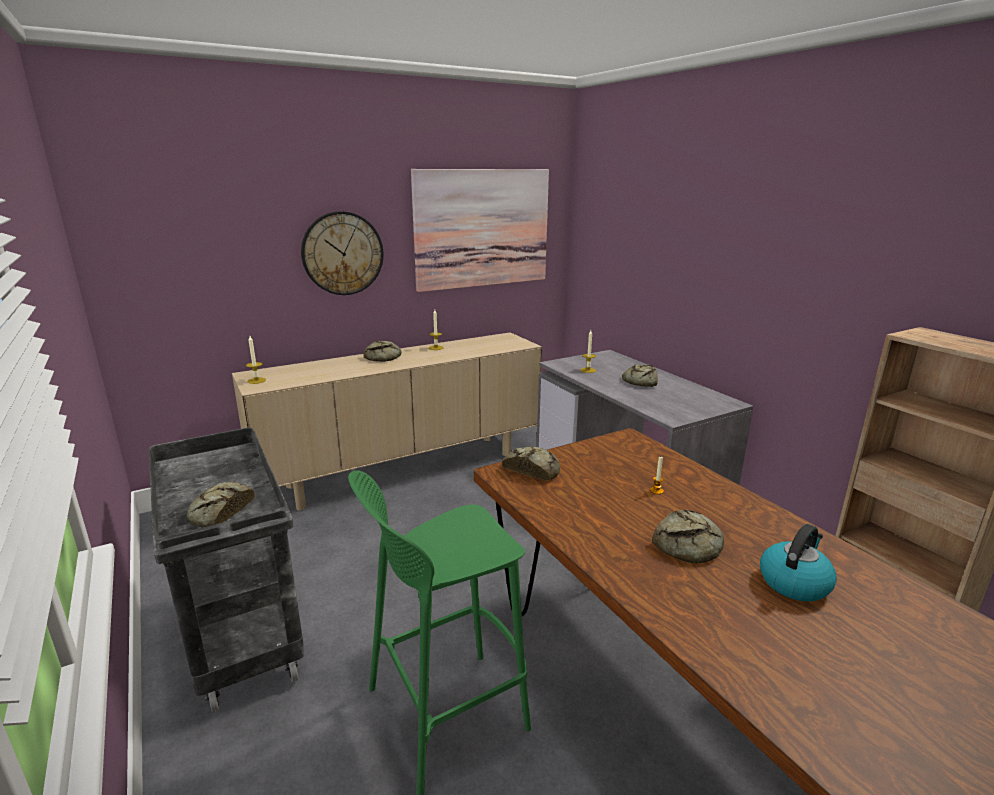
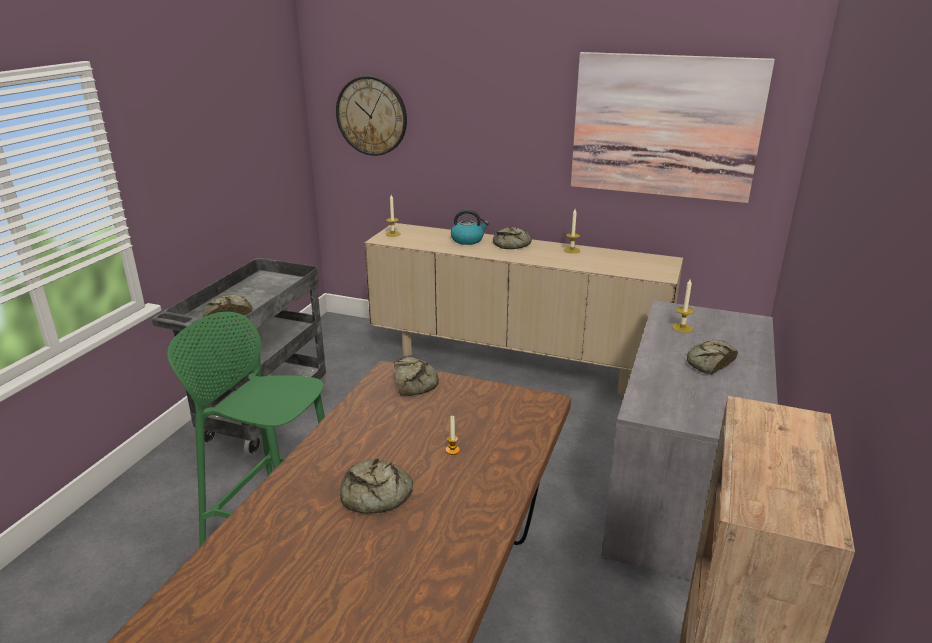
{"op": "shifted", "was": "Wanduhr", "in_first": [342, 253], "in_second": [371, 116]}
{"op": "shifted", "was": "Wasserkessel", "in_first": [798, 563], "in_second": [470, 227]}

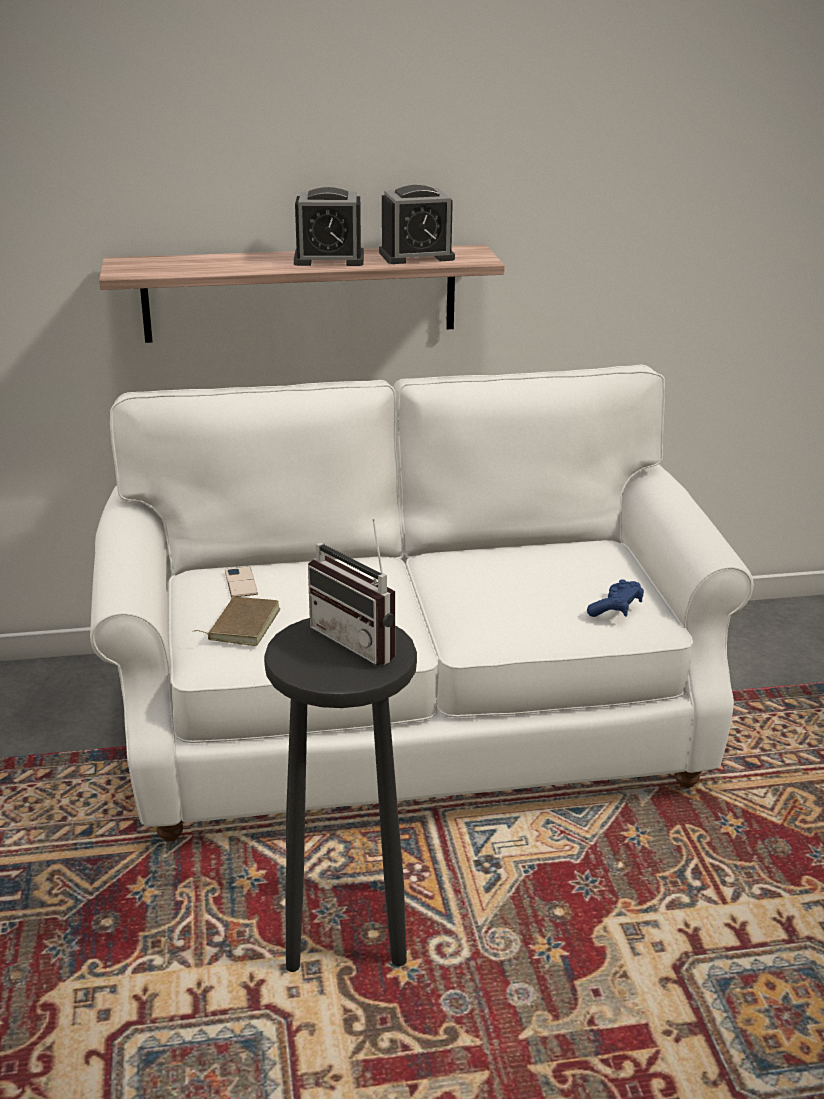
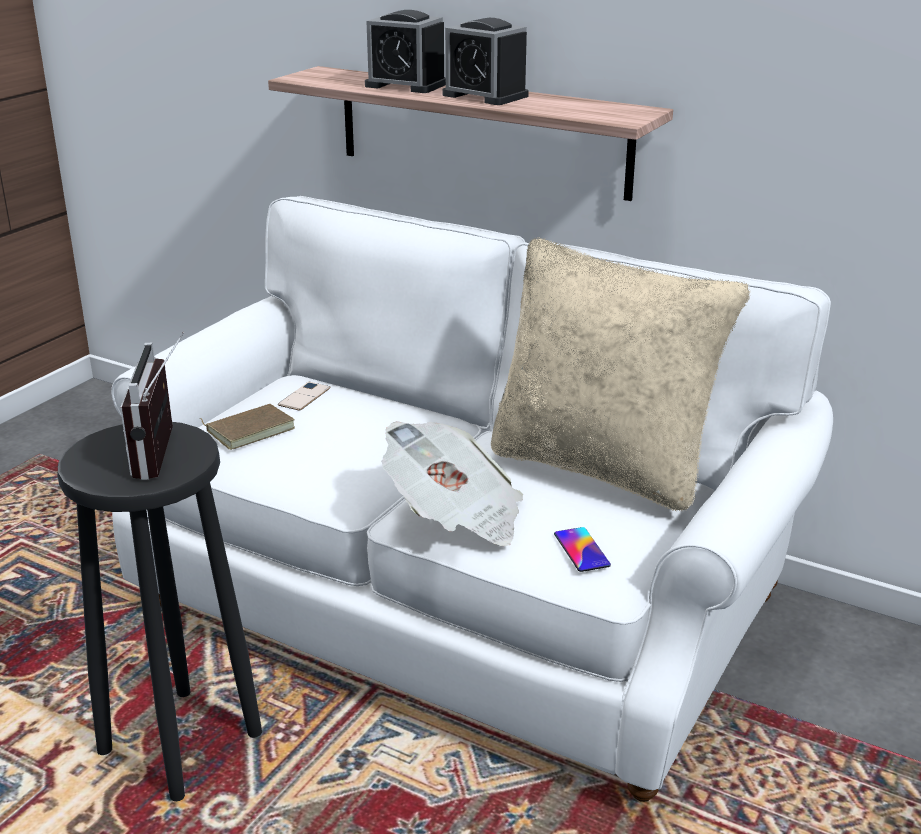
{"op": "shifted", "was": "Wecker", "in_first": [417, 224], "in_second": [405, 51]}
{"op": "swapped", "was": "Gamepad (blau)", "now": "Handy", "in_first": [615, 598], "in_second": [582, 549]}
{"op": "new", "now": "Kissen (beige)", "in_second": [621, 374]}
{"op": "new", "now": "Zeitung", "in_second": [452, 483]}

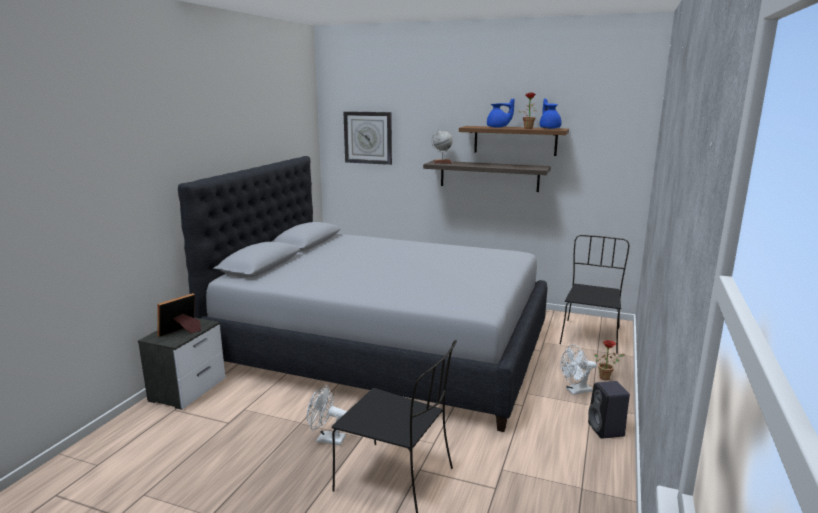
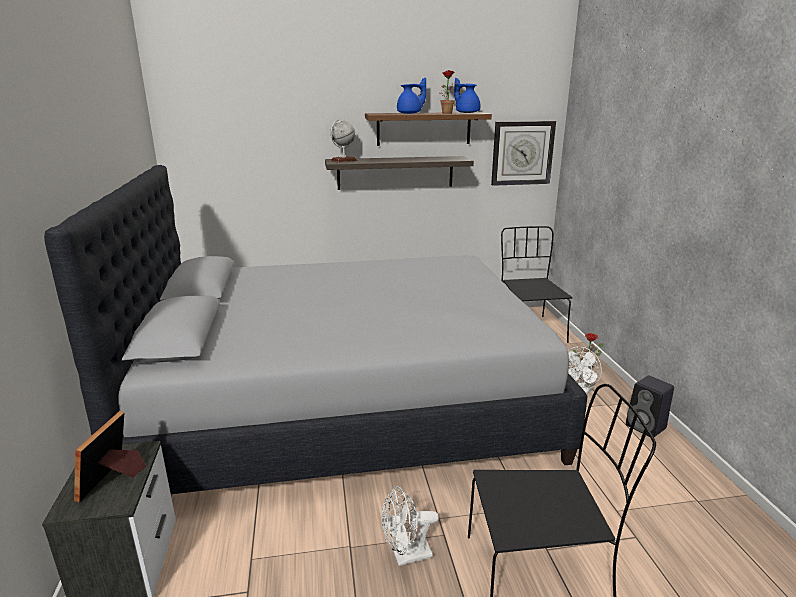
{"op": "shifted", "was": "Wanduhr", "in_first": [367, 138], "in_second": [523, 153]}

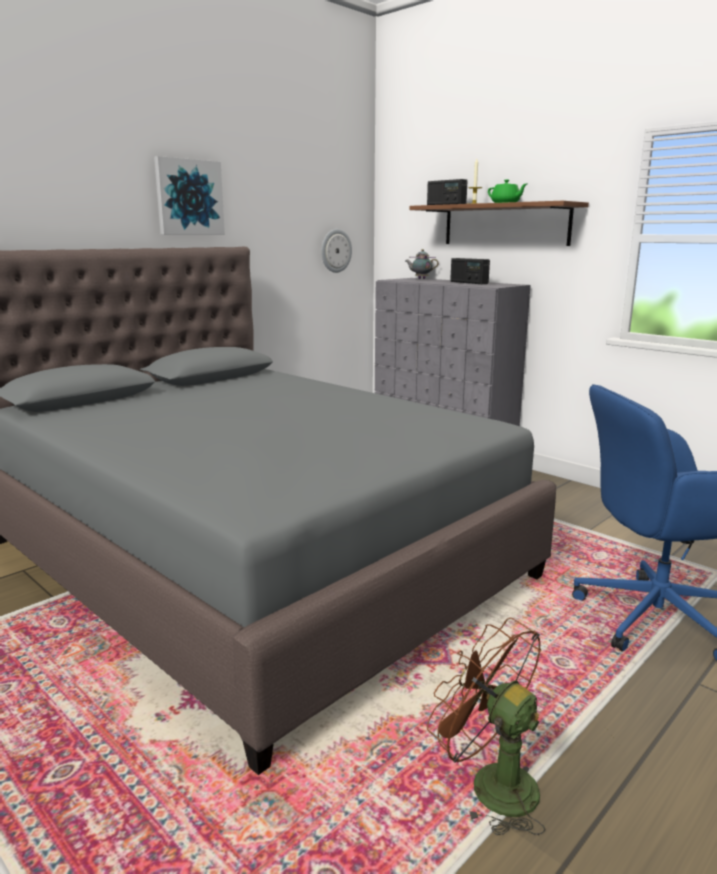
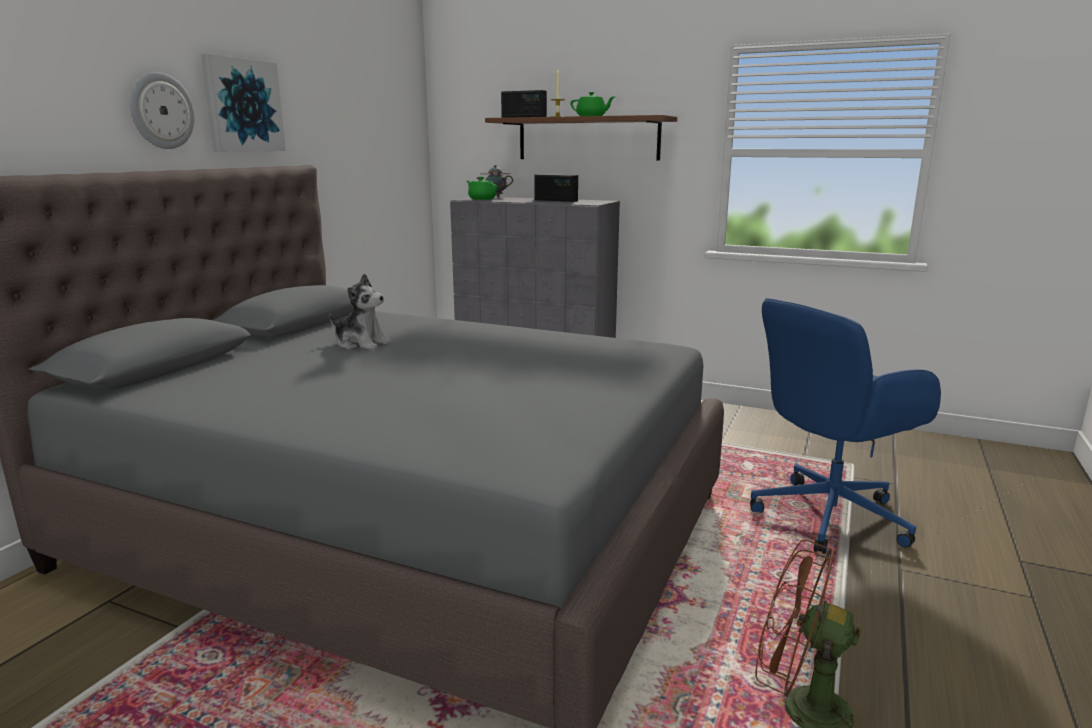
{"op": "shifted", "was": "Wanduhr", "in_first": [336, 251], "in_second": [162, 110]}
{"op": "new", "now": "Teekanne (grün)", "in_second": [482, 188]}
{"op": "new", "now": "Plüschtier", "in_second": [360, 311]}

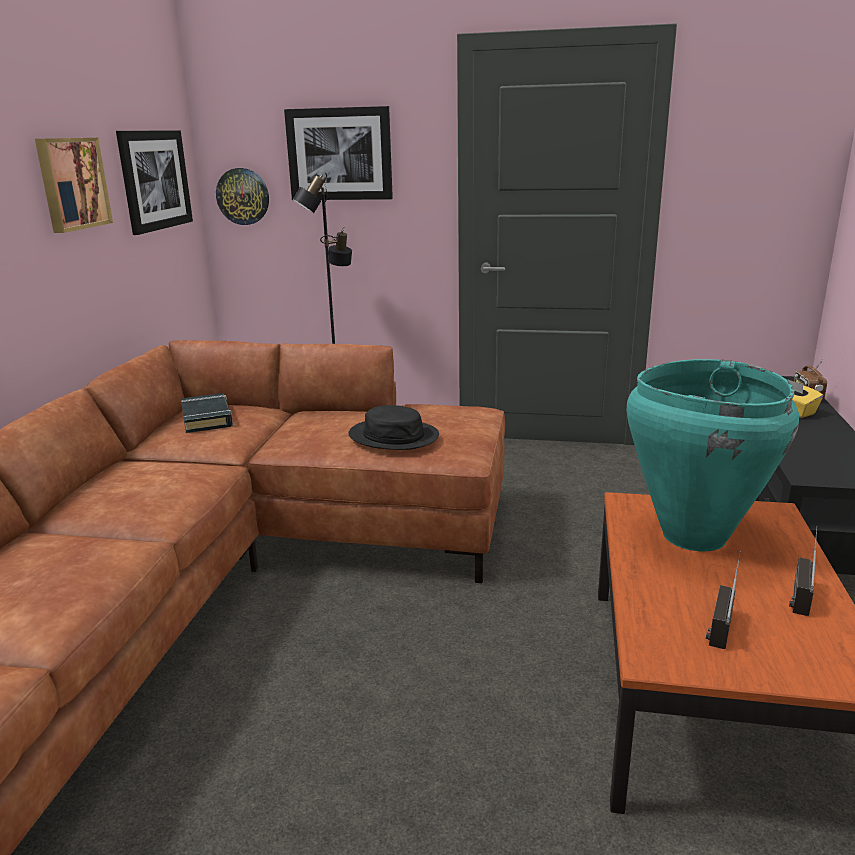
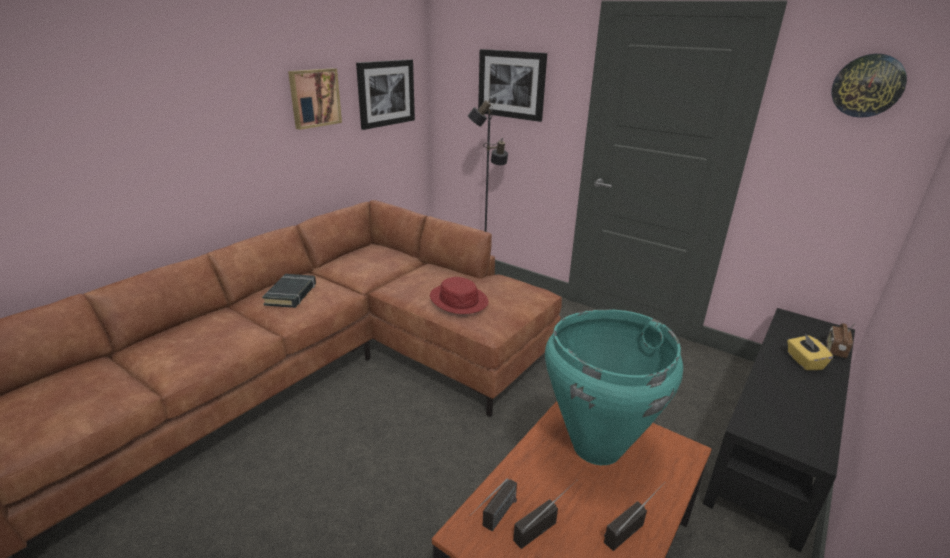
{"op": "shifted", "was": "Wanduhr", "in_first": [242, 196], "in_second": [869, 86]}
{"op": "shifted", "was": "Buch (schwarz)", "in_first": [207, 413], "in_second": [289, 291]}
{"op": "repainted", "was": "Hut (schwarz)", "now": "Hut (rot)", "in_first": [393, 427], "in_second": [459, 295]}
{"op": "new", "now": "Radio", "in_second": [493, 505]}

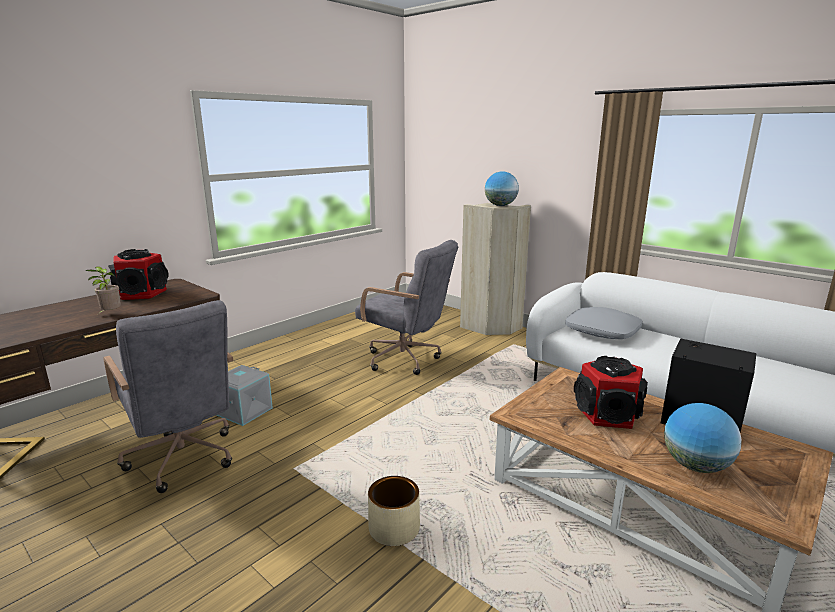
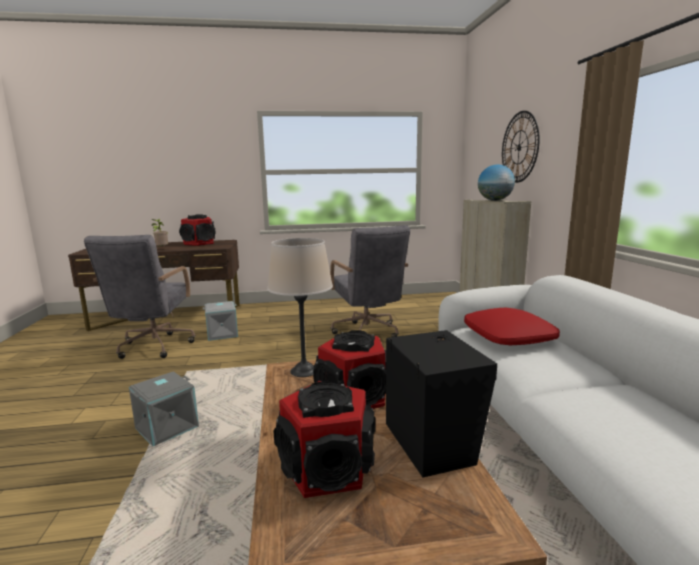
{"op": "repainted", "was": "Kissen (grau)", "now": "Kissen (rot)", "in_first": [603, 323], "in_second": [512, 326]}
{"op": "swapped", "was": "Globus", "now": "Lautsprecher", "in_first": [703, 438], "in_second": [325, 439]}
{"op": "swapped", "was": "Pflanzkübel (beige)", "now": "Aufbewahrungsbox (grau)", "in_first": [394, 511], "in_second": [164, 408]}
{"op": "new", "now": "Wanduhr", "in_second": [521, 147]}
{"op": "new", "now": "Tischlampe (beige)", "in_second": [300, 307]}

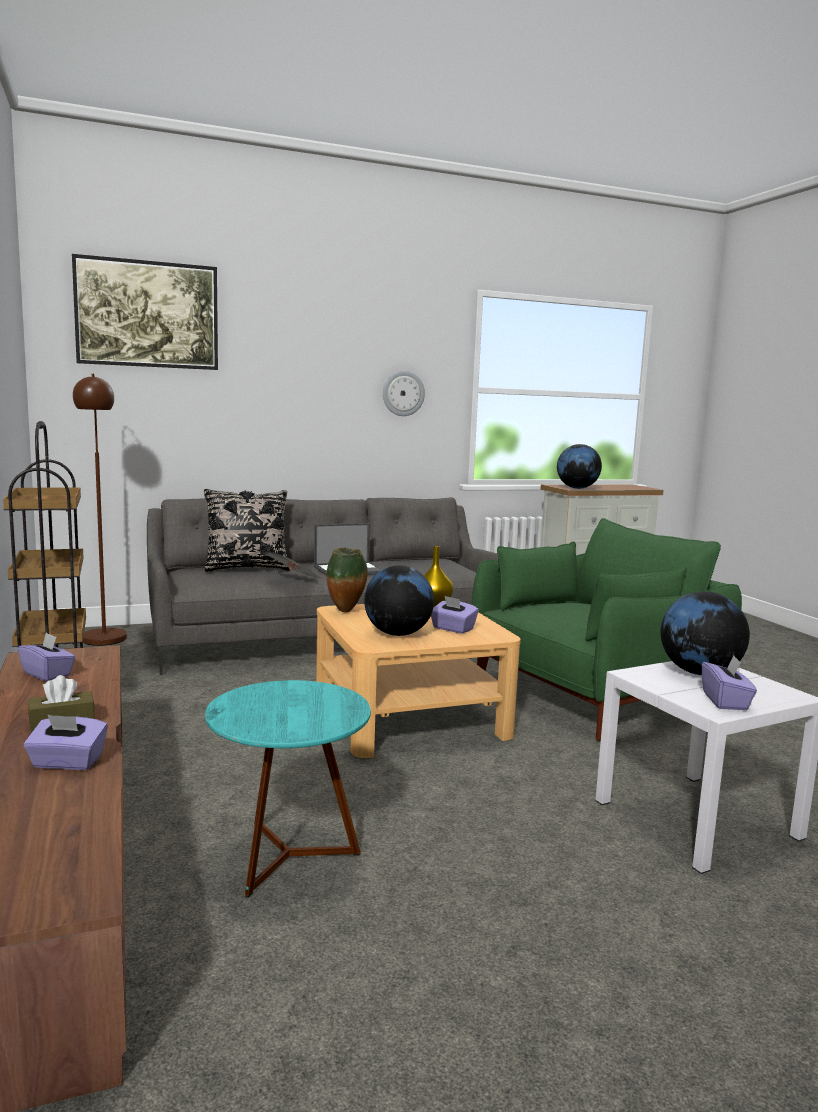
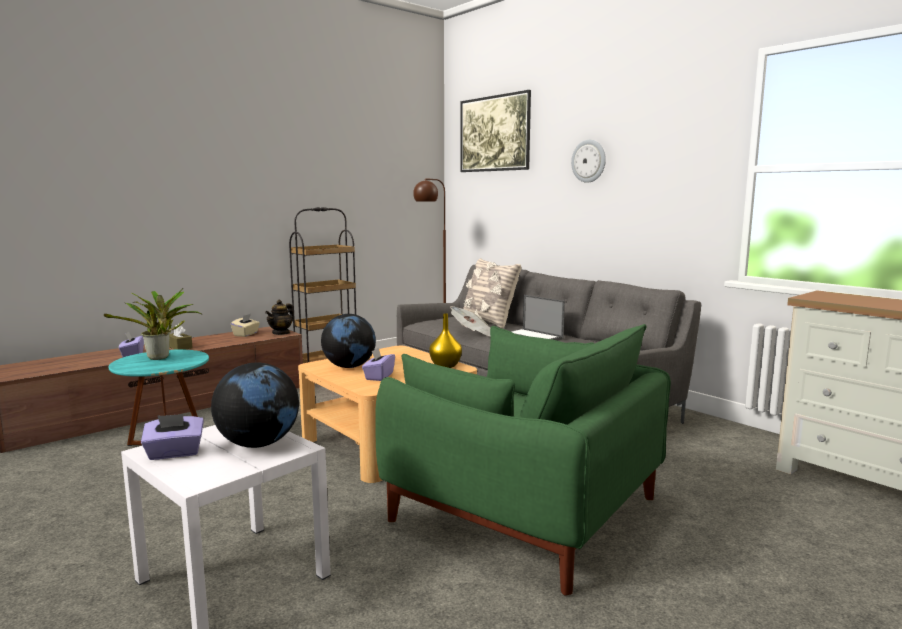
{"op": "shifted", "was": "Wanduhr", "in_first": [404, 393], "in_second": [588, 161]}
{"op": "gone", "was": "Globus", "in_first": [579, 466]}
{"op": "repainted", "was": "Kissen (schwarz)", "now": "Kissen (beige)", "in_first": [247, 530], "in_second": [492, 293]}
{"op": "gone", "was": "Vase", "in_first": [347, 580]}
{"op": "repainted", "was": "Taschentuchbox (lila)", "now": "Taschentuchbox (beige)", "in_first": [47, 656], "in_second": [245, 325]}
{"op": "new", "now": "Topfpflanze", "in_second": [153, 324]}
{"op": "new", "now": "Teekanne", "in_second": [279, 317]}

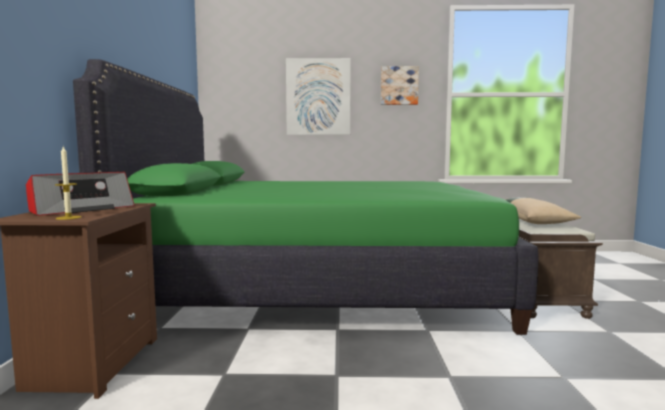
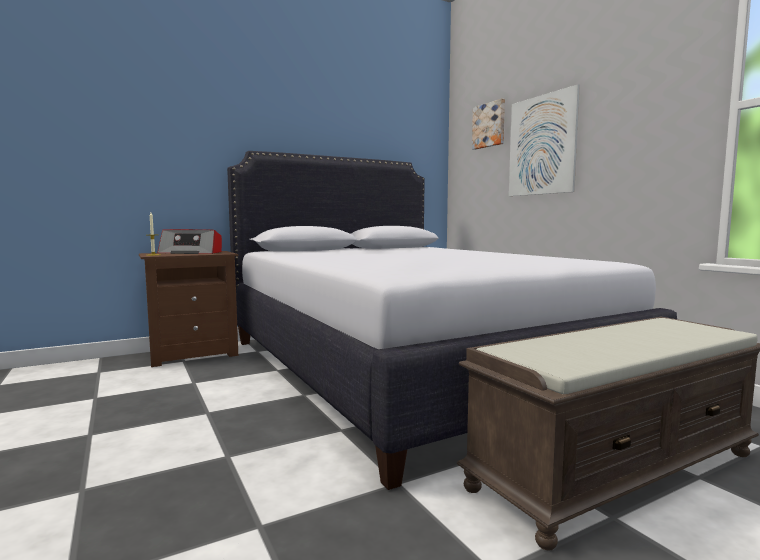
{"op": "repainted", "was": "Bett (grün)", "now": "Bett (weiß)", "in_first": [305, 197], "in_second": [452, 320]}
{"op": "shifted", "was": "Bild", "in_first": [400, 85], "in_second": [488, 124]}
{"op": "gone", "was": "Kissen (beige)", "in_first": [543, 211]}

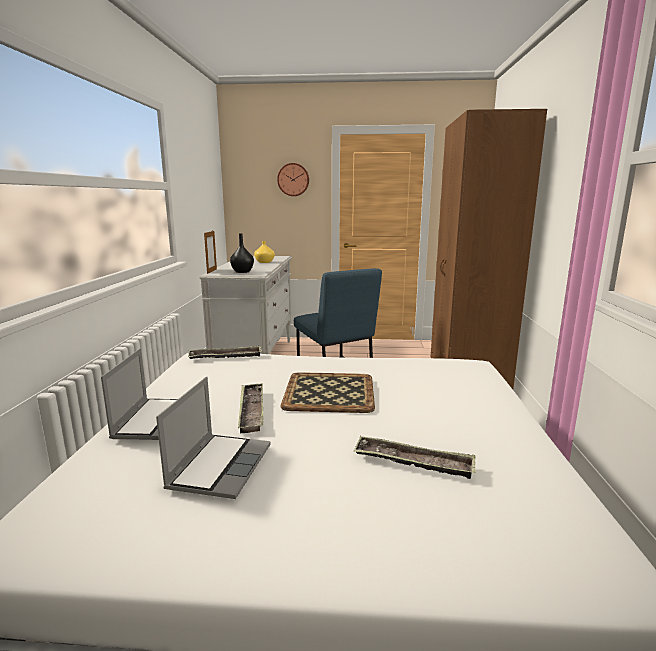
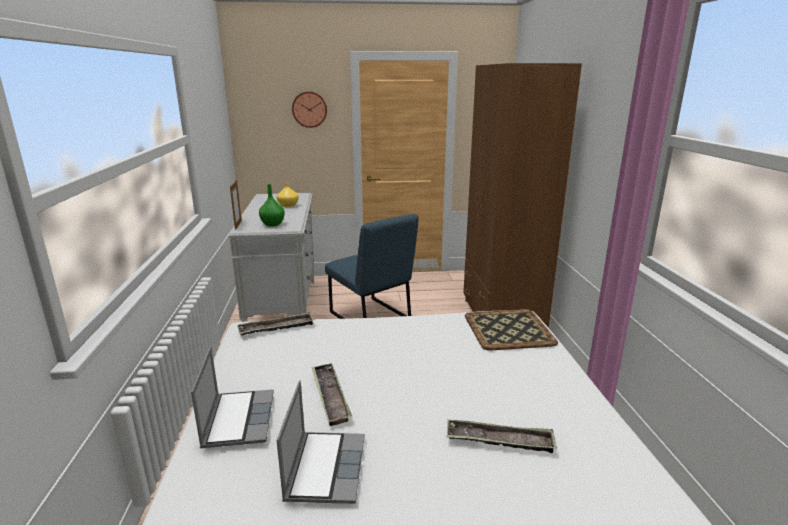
{"op": "repainted", "was": "Vase (schwarz)", "now": "Vase (grün)", "in_first": [242, 253], "in_second": [272, 205]}
{"op": "shifted", "was": "Tablett", "in_first": [328, 392], "in_second": [511, 330]}

